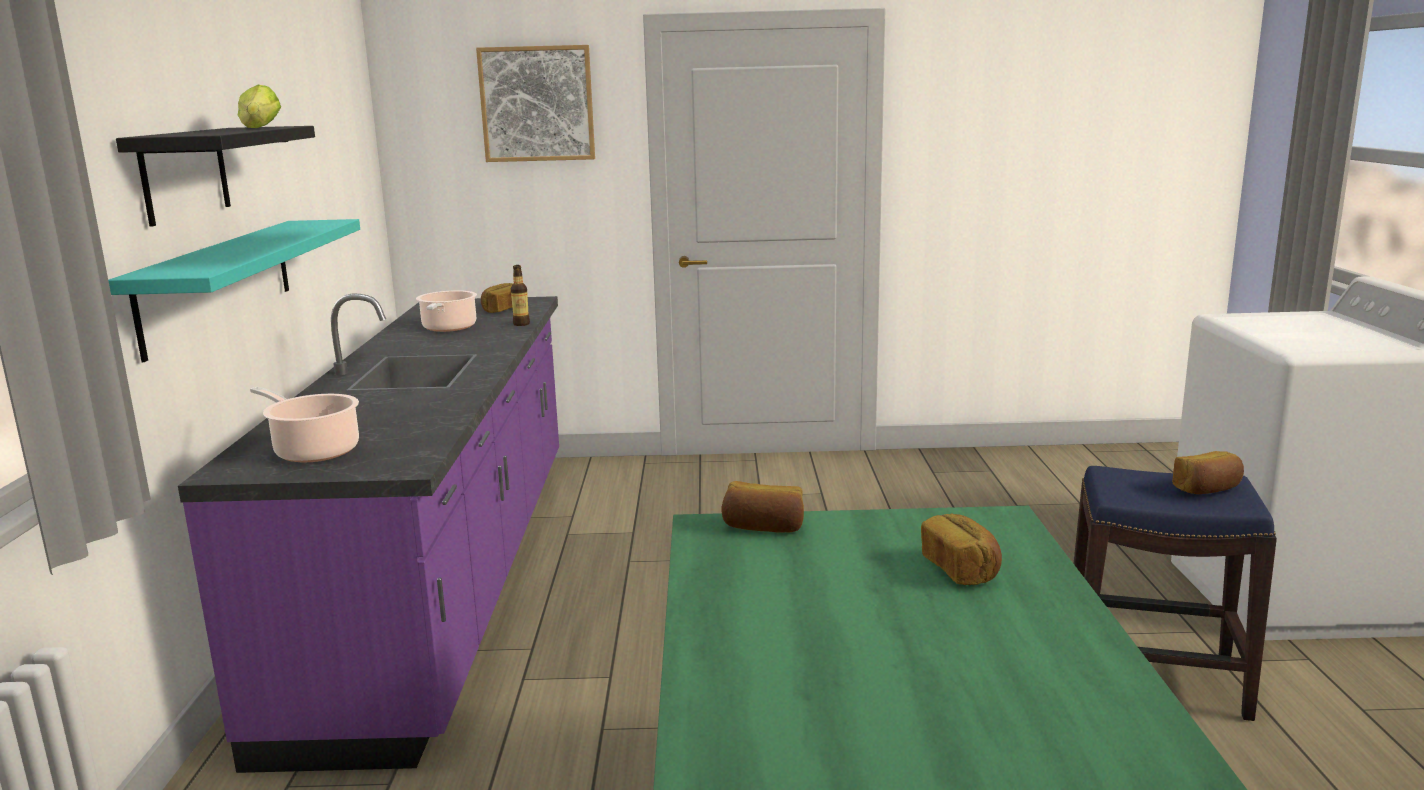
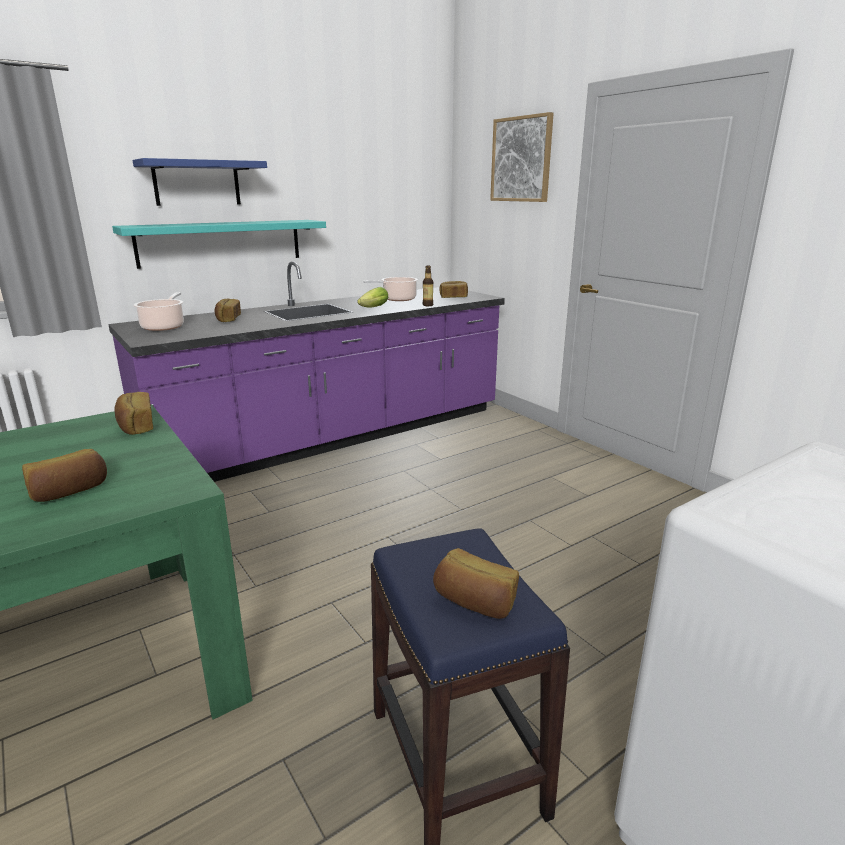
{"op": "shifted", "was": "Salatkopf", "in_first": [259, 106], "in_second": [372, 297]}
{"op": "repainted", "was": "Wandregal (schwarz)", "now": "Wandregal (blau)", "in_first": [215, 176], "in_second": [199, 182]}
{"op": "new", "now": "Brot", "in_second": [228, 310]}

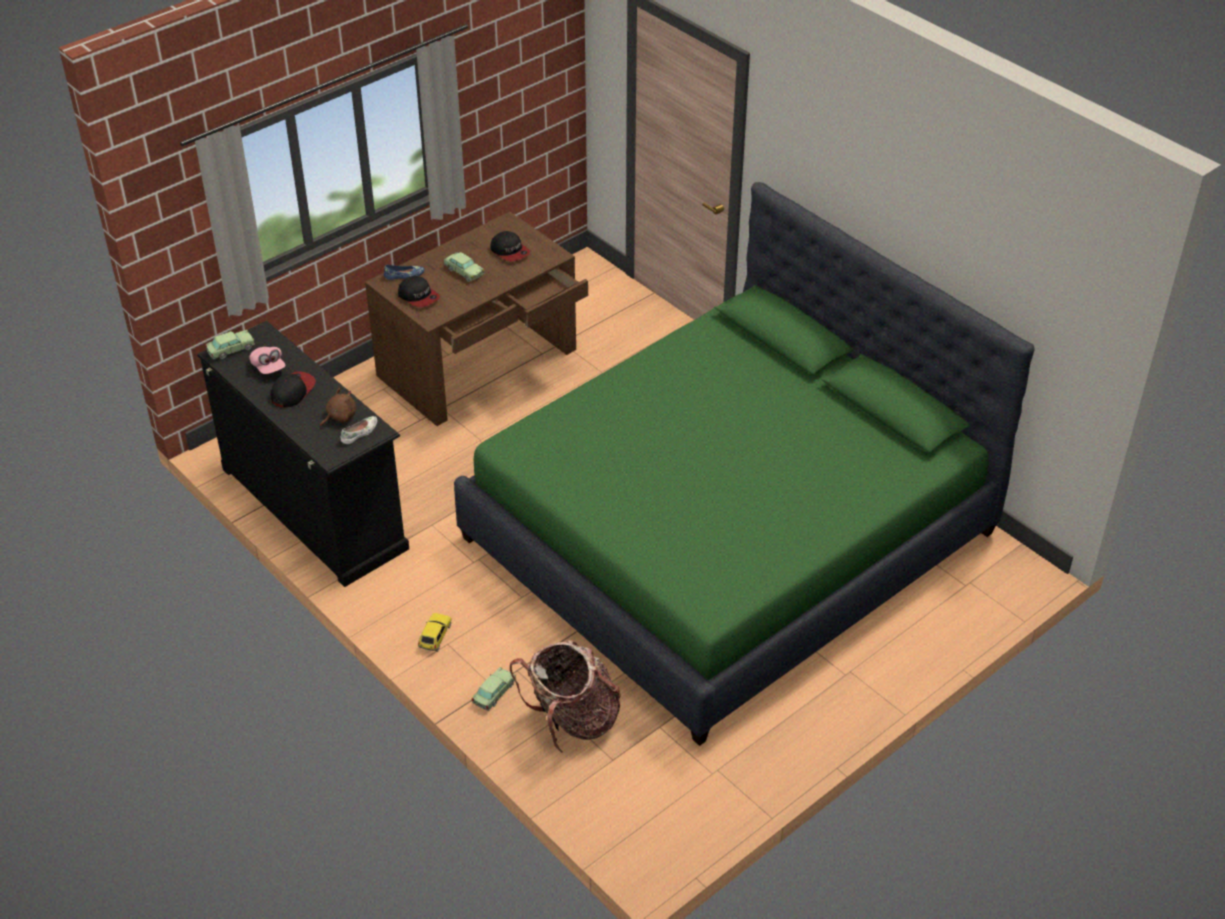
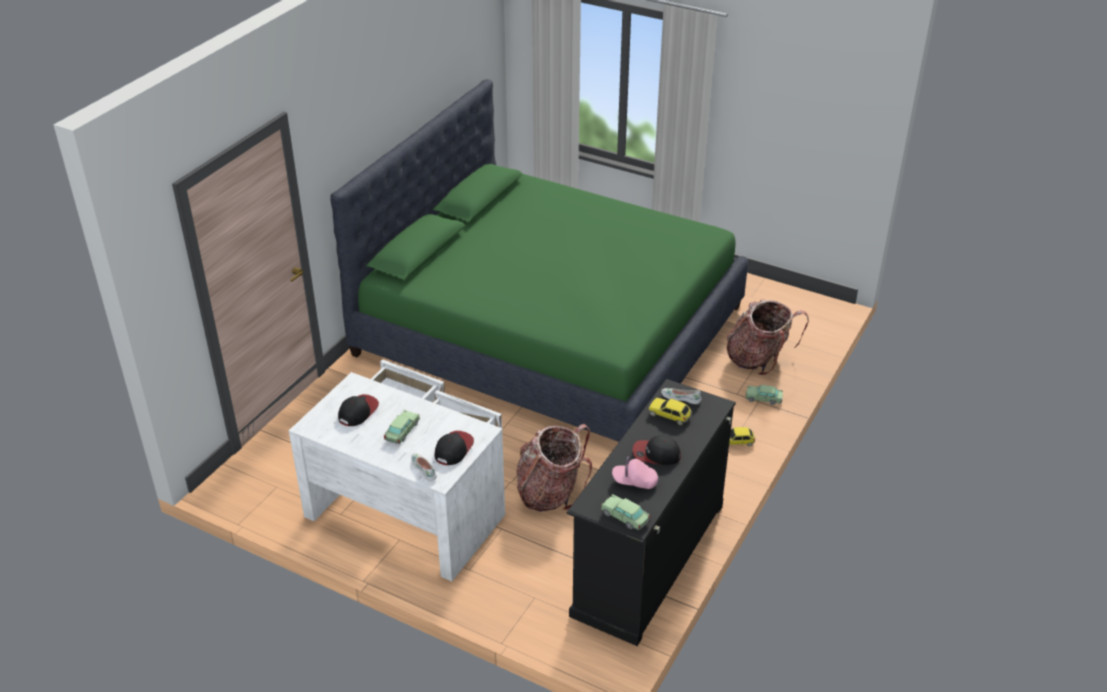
{"op": "repainted", "was": "Schreibtisch (braun)", "now": "Schreibtisch (weiß)", "in_first": [476, 319], "in_second": [397, 470]}
{"op": "repainted", "was": "Schuh (blau)", "now": "Schuh (weiß)", "in_first": [404, 272], "in_second": [424, 467]}
{"op": "rotated", "was": "Kappe (rosa)", "in_first": [267, 360], "in_second": [635, 472], "clockwise": -120}
{"op": "swapped", "was": "Plüschtier (braun)", "now": "Spielzeugauto", "in_first": [338, 407], "in_second": [670, 411]}
{"op": "new", "now": "Rucksack", "in_second": [554, 468]}

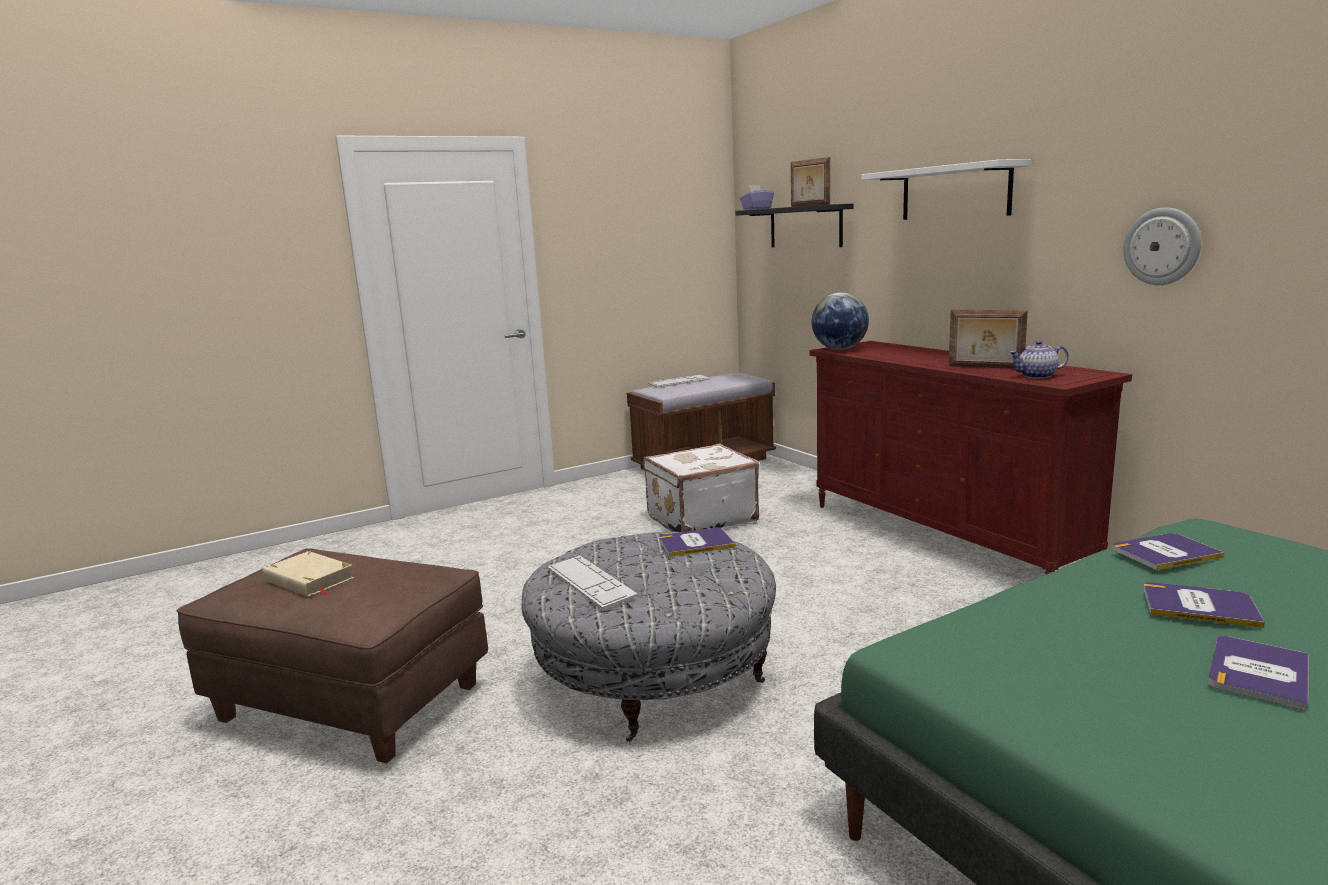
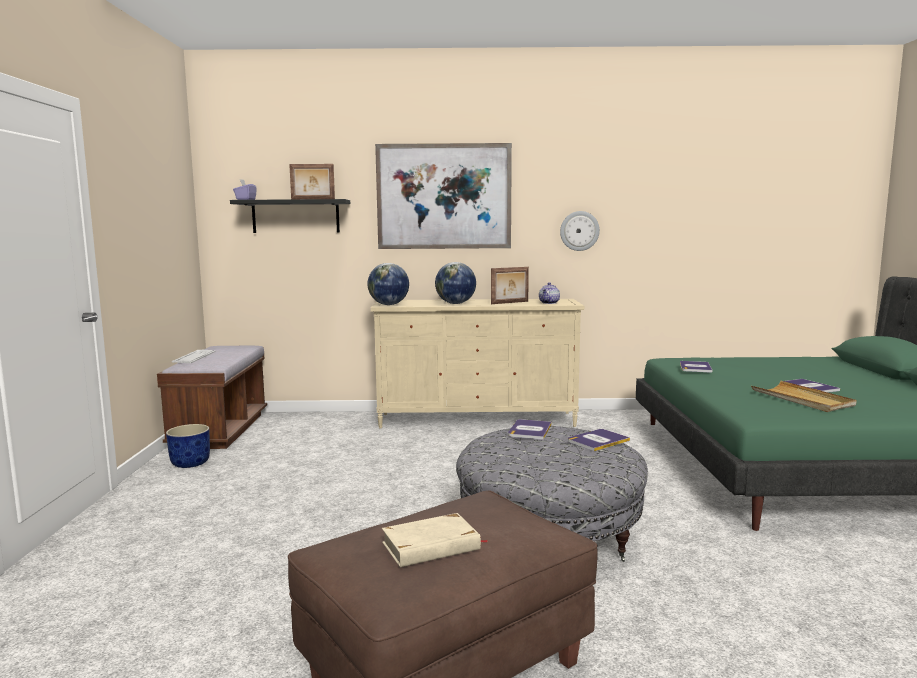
{"op": "swapped", "was": "Wandregal (weiß)", "now": "Bild", "in_first": [946, 189], "in_second": [443, 196]}
{"op": "repainted", "was": "Kommode (rot)", "now": "Kommode (beige)", "in_first": [971, 458], "in_second": [477, 364]}
{"op": "gone", "was": "Koffer (weiß)", "in_first": [701, 487]}
{"op": "gone", "was": "Tastatur", "in_first": [593, 582]}
{"op": "shifted", "was": "Buch", "in_first": [1204, 605], "in_second": [599, 440]}
{"op": "new", "now": "Globus", "in_second": [455, 283]}
{"op": "new", "now": "Tablett (beige)", "in_second": [804, 396]}
{"op": "new", "now": "Pflanzkübel (blau)", "in_second": [188, 446]}

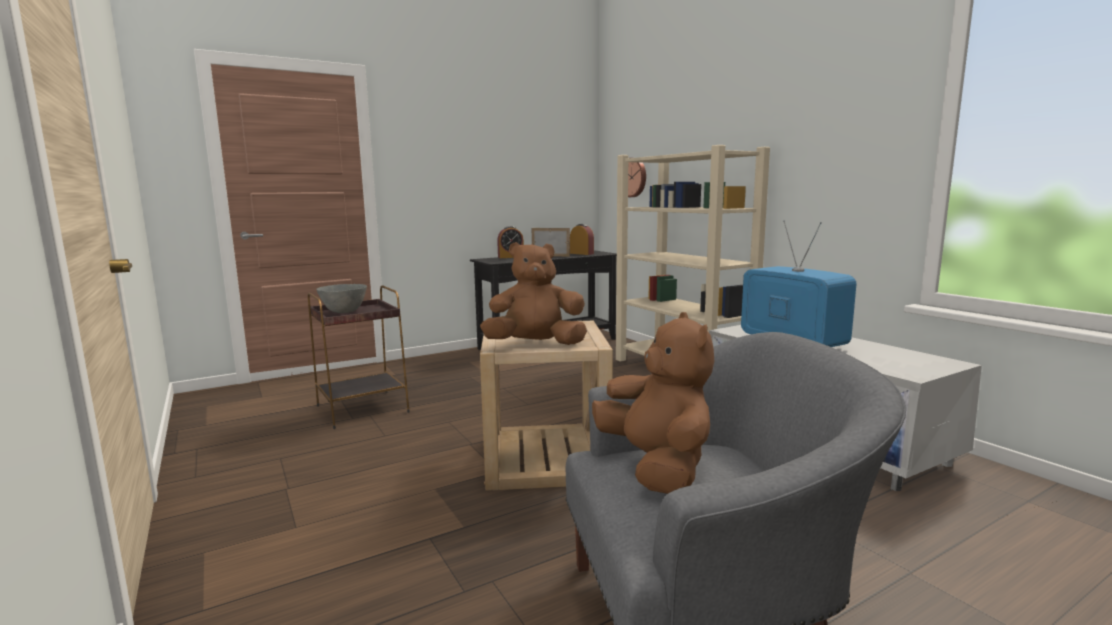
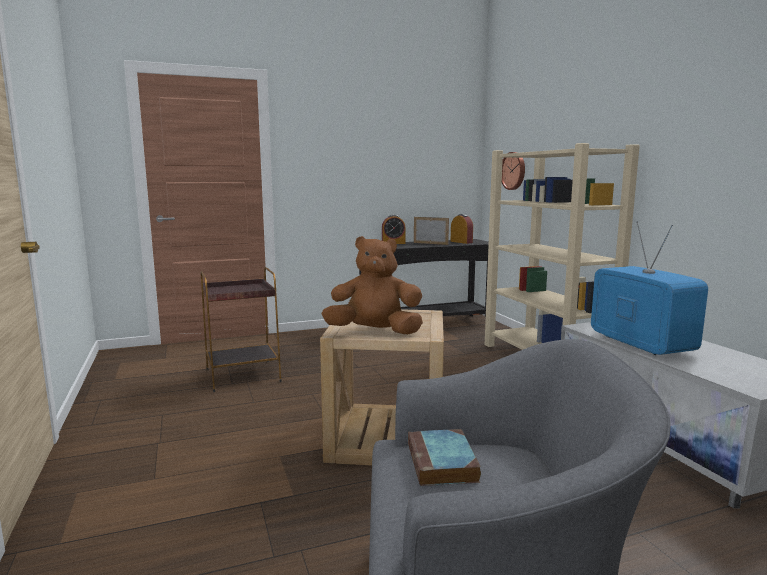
{"op": "gone", "was": "Schüssel (grau)", "in_first": [341, 298]}
{"op": "swapped", "was": "Plüschtier (braun)", "now": "Buch", "in_first": [653, 403], "in_second": [444, 457]}

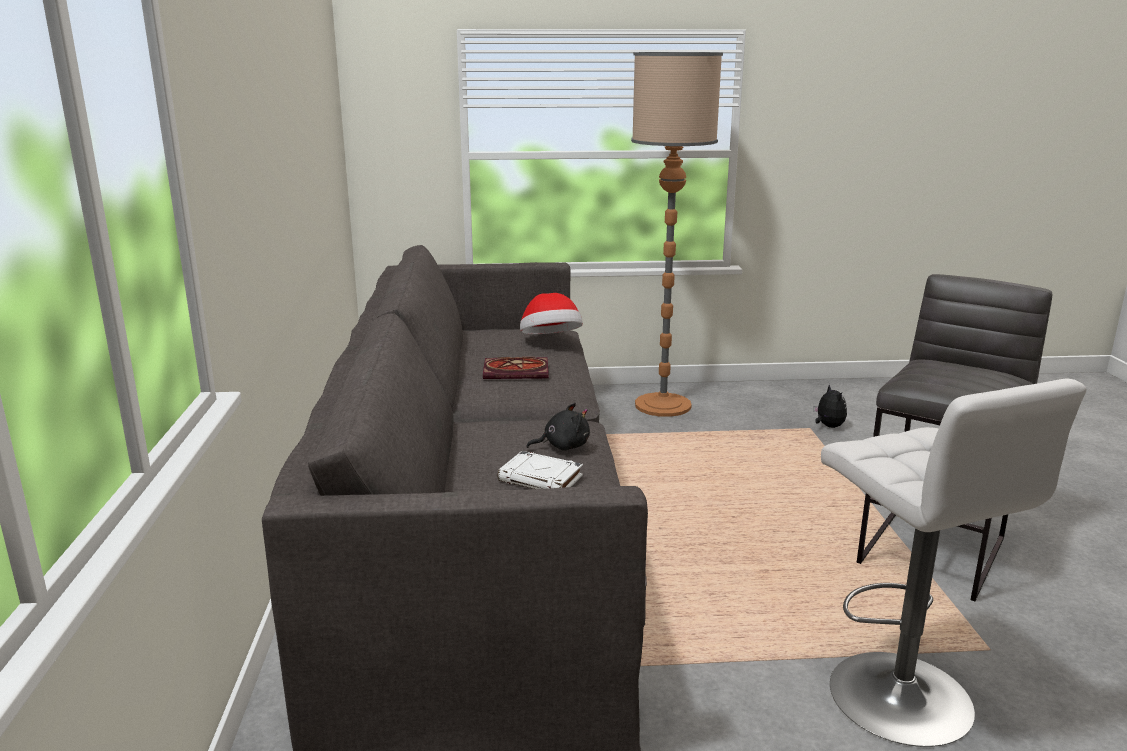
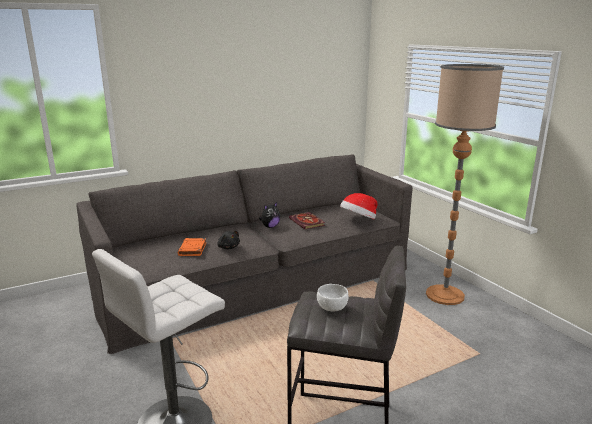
{"op": "shifted", "was": "Plüschtier", "in_first": [830, 406], "in_second": [269, 215]}
{"op": "repainted", "was": "Buch (weiß)", "now": "Buch (orange)", "in_first": [540, 470], "in_second": [192, 247]}
{"op": "new", "now": "Schüssel (weiß)", "in_second": [333, 298]}

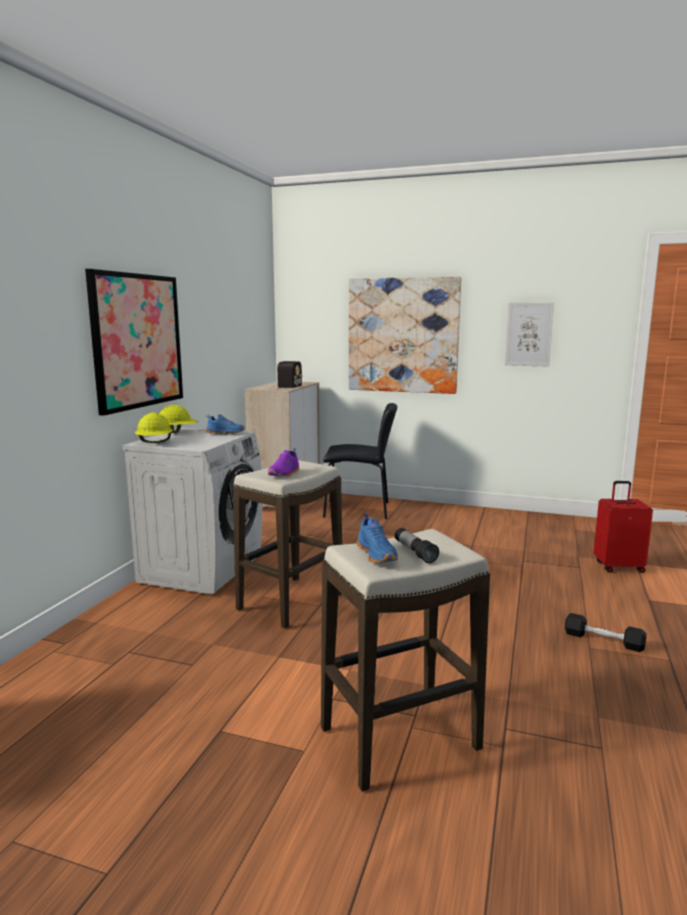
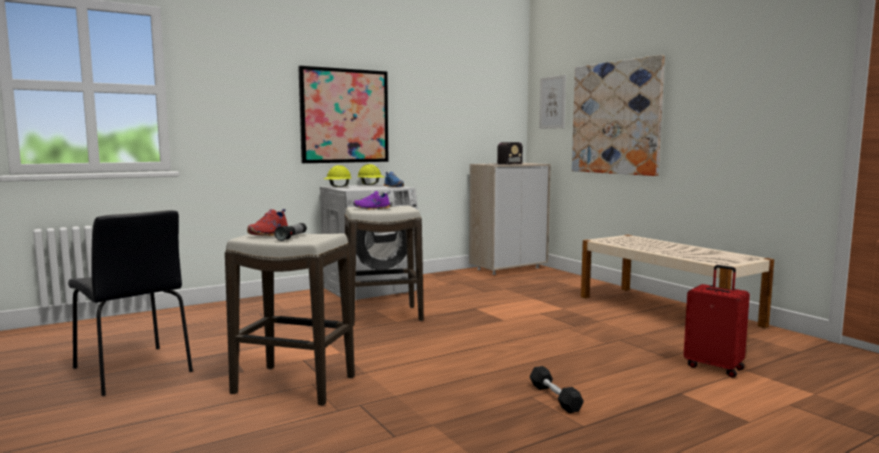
{"op": "shifted", "was": "Bild", "in_first": [529, 334], "in_second": [552, 102]}
{"op": "shifted", "was": "Stuhl (schwarz)", "in_first": [360, 461], "in_second": [130, 303]}
{"op": "repainted", "was": "Schuh (blau)", "now": "Schuh (rot)", "in_first": [377, 538], "in_second": [267, 222]}
{"op": "new", "now": "Bank (beige)", "in_second": [677, 281]}

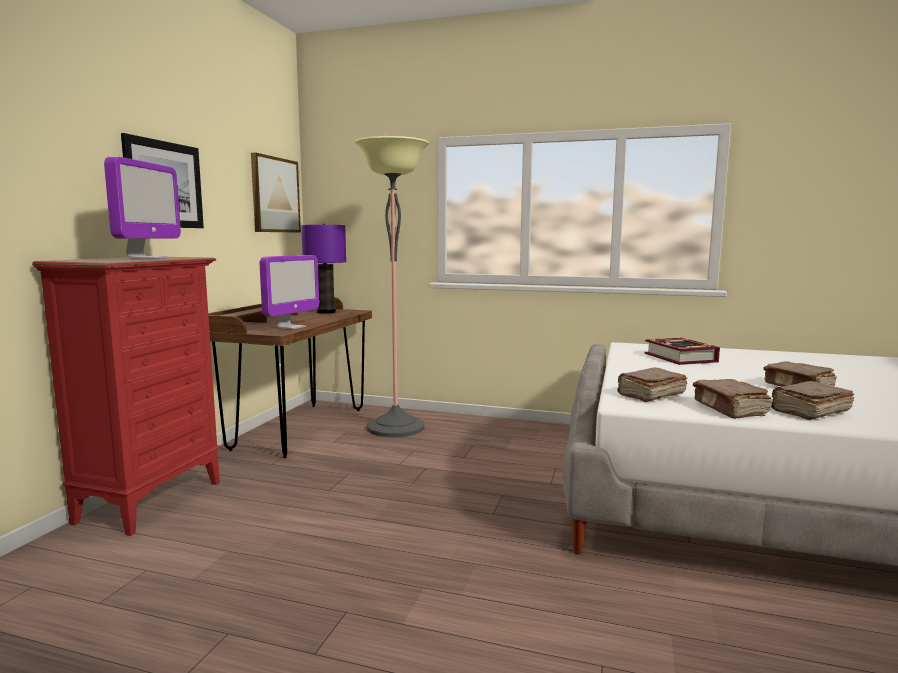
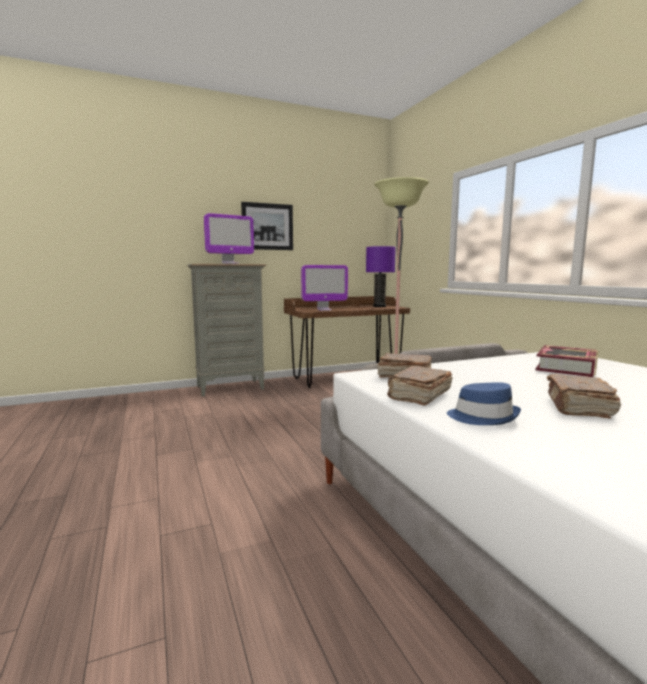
{"op": "gone", "was": "Bild", "in_first": [276, 193]}
{"op": "repainted", "was": "Kommode (rot)", "now": "Kommode (grau)", "in_first": [126, 396], "in_second": [227, 330]}
{"op": "swapped", "was": "Buch (braun)", "now": "Hut (blau)", "in_first": [813, 400], "in_second": [484, 403]}

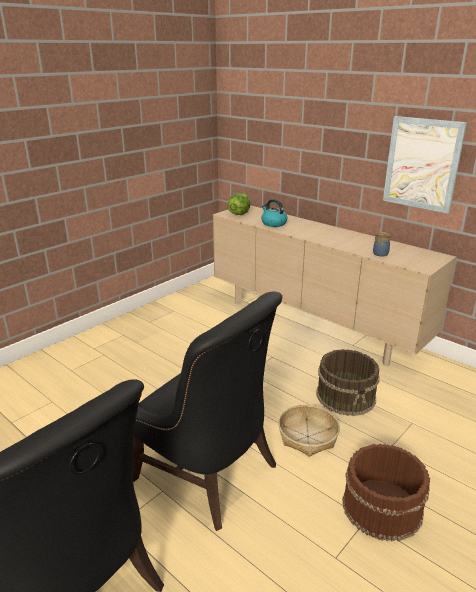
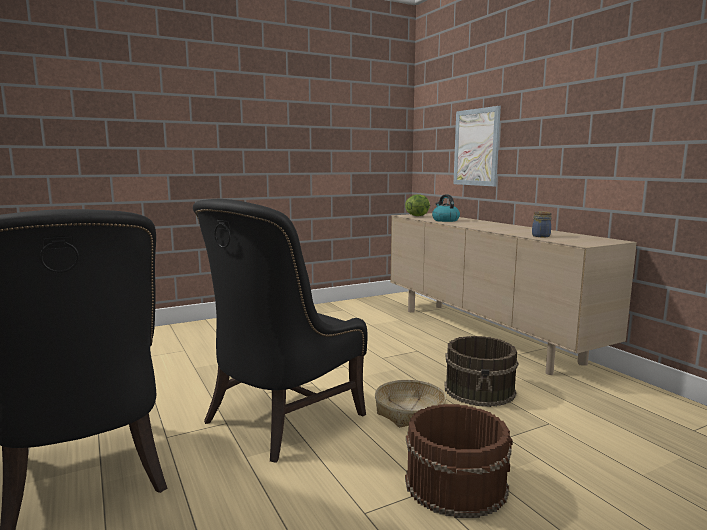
{"op": "shifted", "was": "Bild", "in_first": [425, 165], "in_second": [477, 146]}
{"op": "rotated", "was": "Stuhl (schwarz)", "in_first": [207, 411], "in_second": [280, 331], "clockwise": 75}

